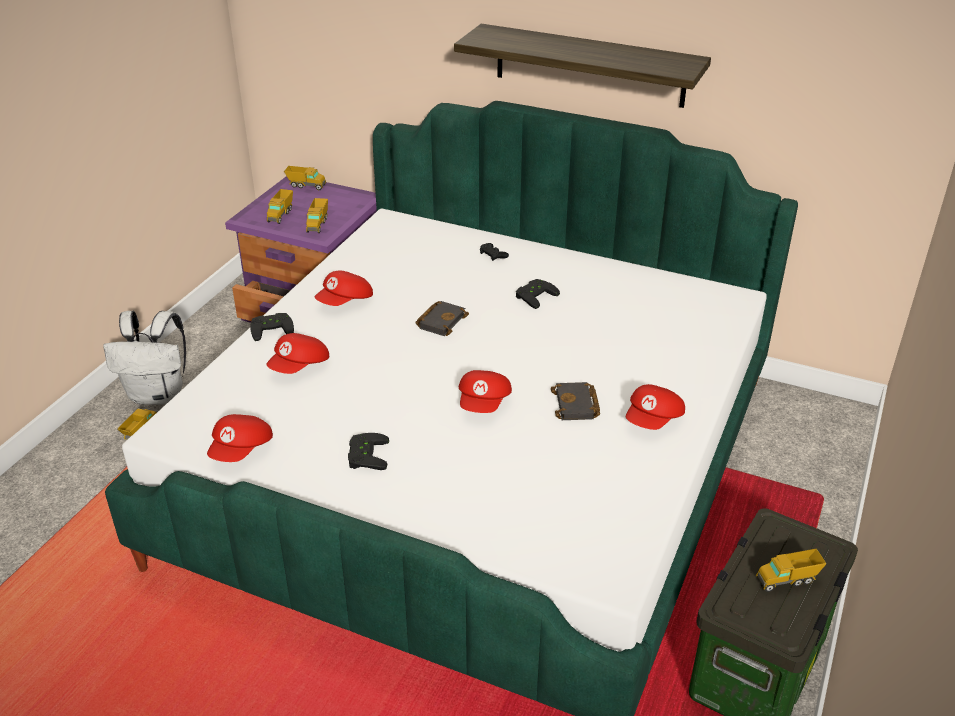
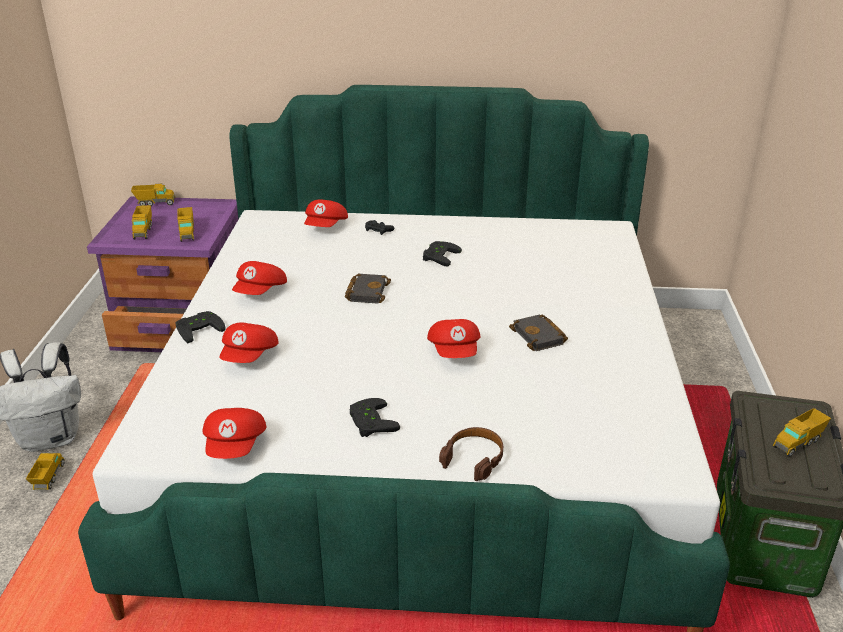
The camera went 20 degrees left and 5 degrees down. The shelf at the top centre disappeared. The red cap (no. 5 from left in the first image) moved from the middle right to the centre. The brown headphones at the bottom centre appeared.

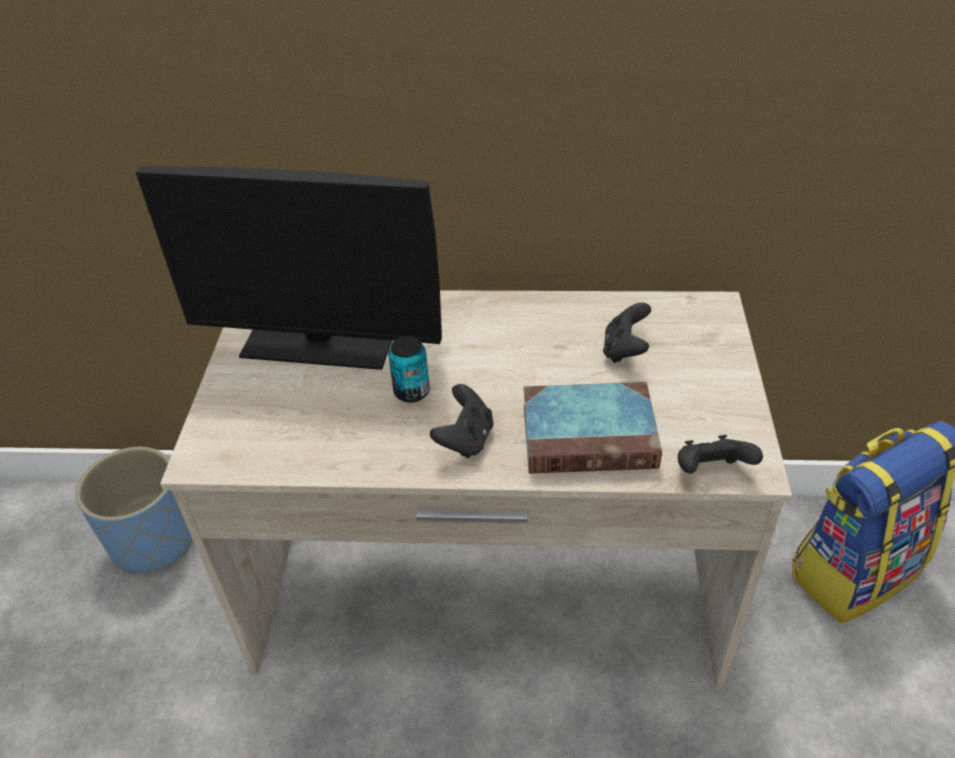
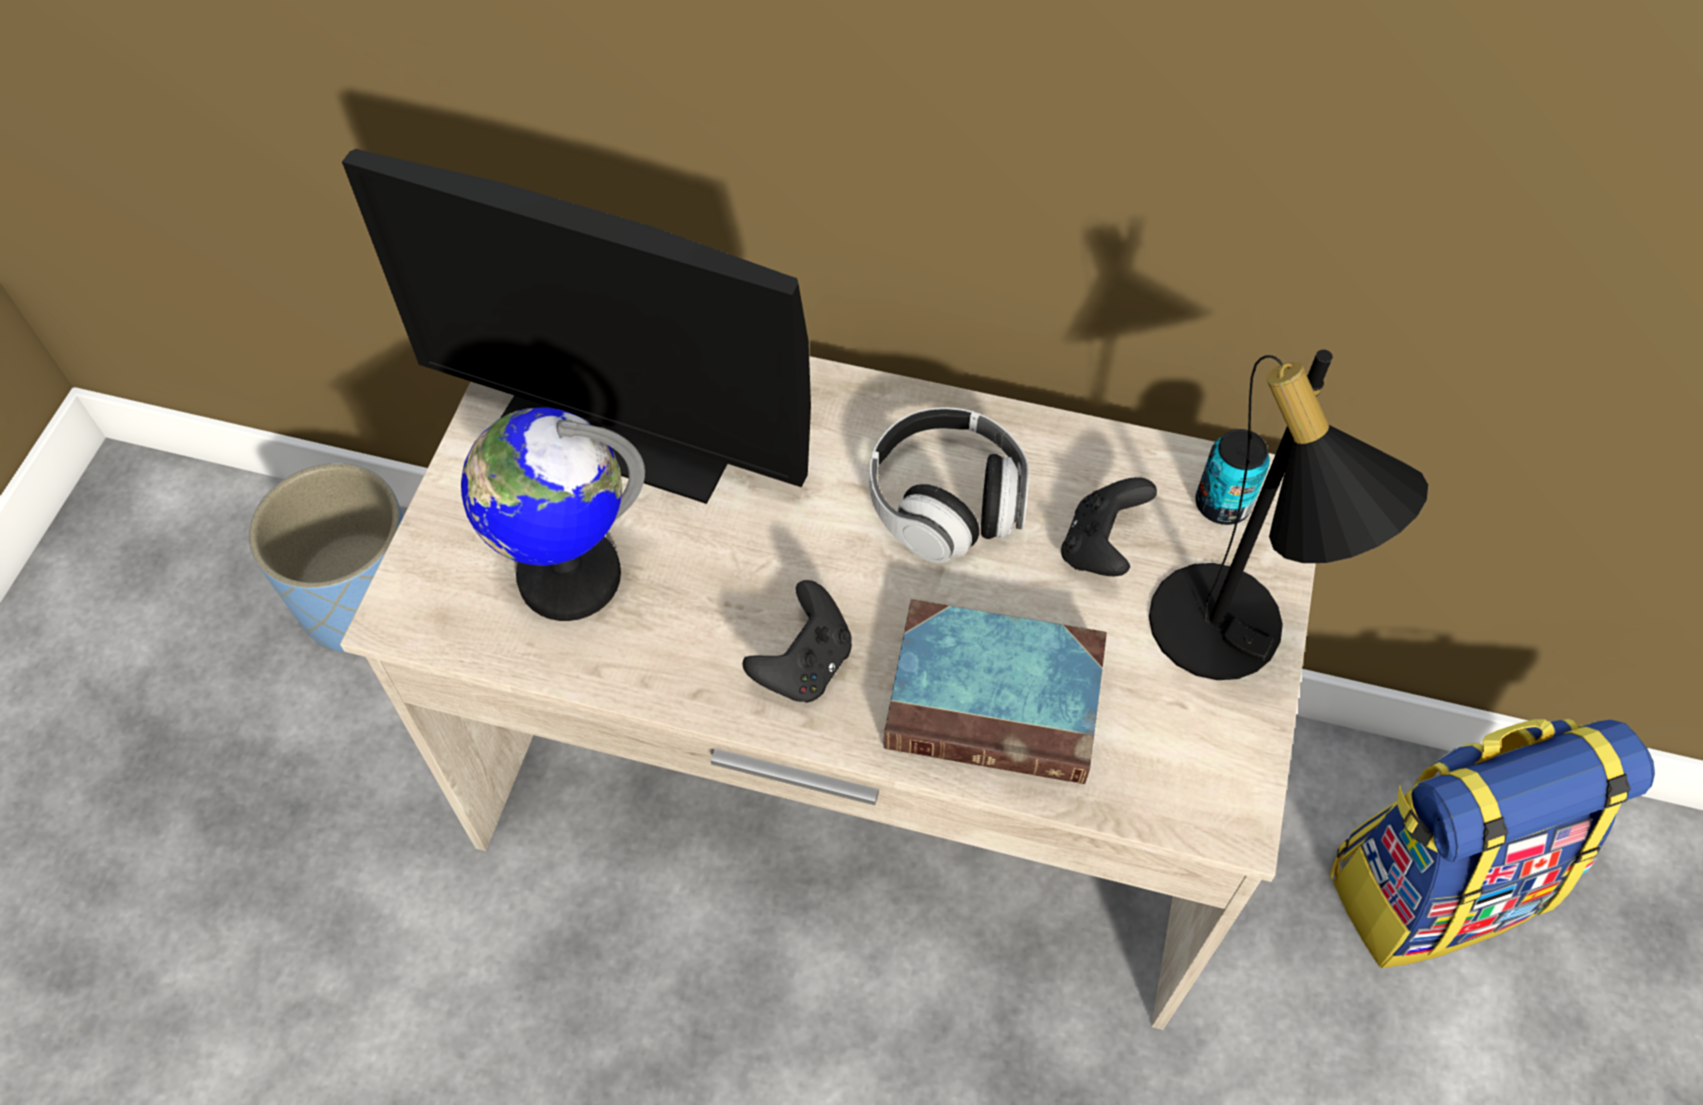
The camera went 10 degrees right and 15 degrees up. The can moved from the centre to the middle right. The black game controller (no. 3 from left) at the middle right disappeared. The black table lamp at the middle right appeared. The globe at the middle left appeared. The headphones at the centre appeared.

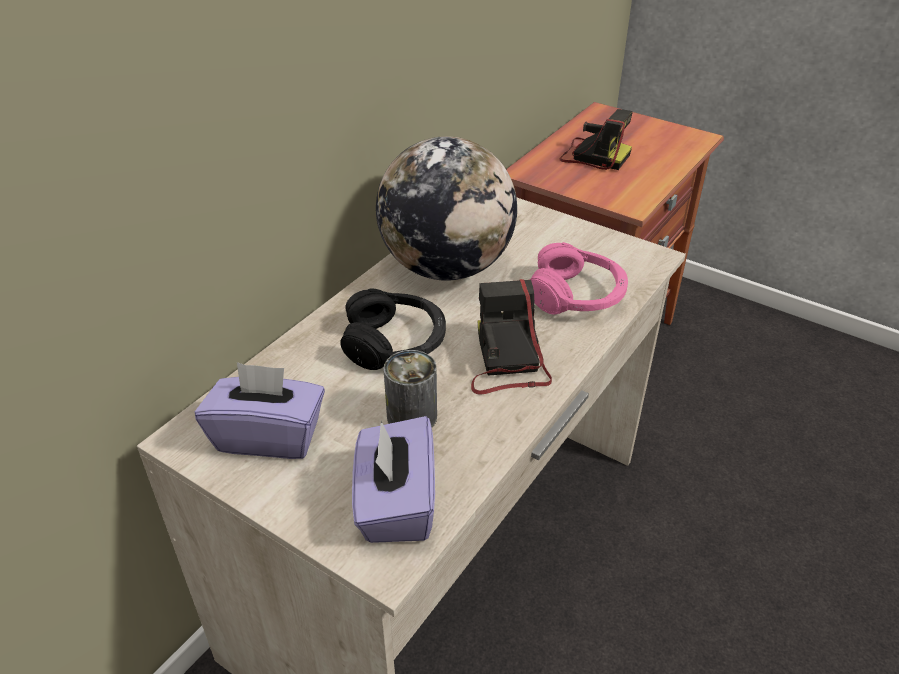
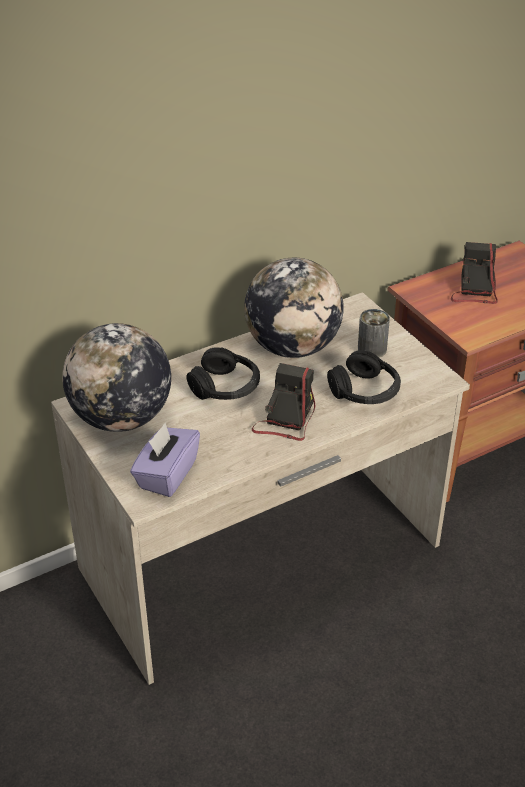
The camera went 25 degrees right and 0 degrees up. The photo camera (no. 2 from left) at the top centre turned 135 degrees counterclockwise. The pink headphones at the centre became the black headphones (no. 2 from left) at the middle right. The can moved from the centre to the middle right. The purple tissue box (no. 1 from left) at the middle left was replaced by the globe (no. 1 from left) at the middle left.

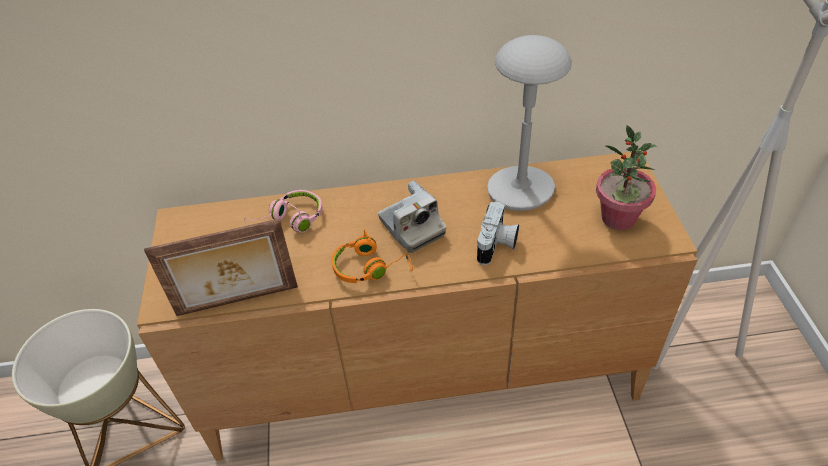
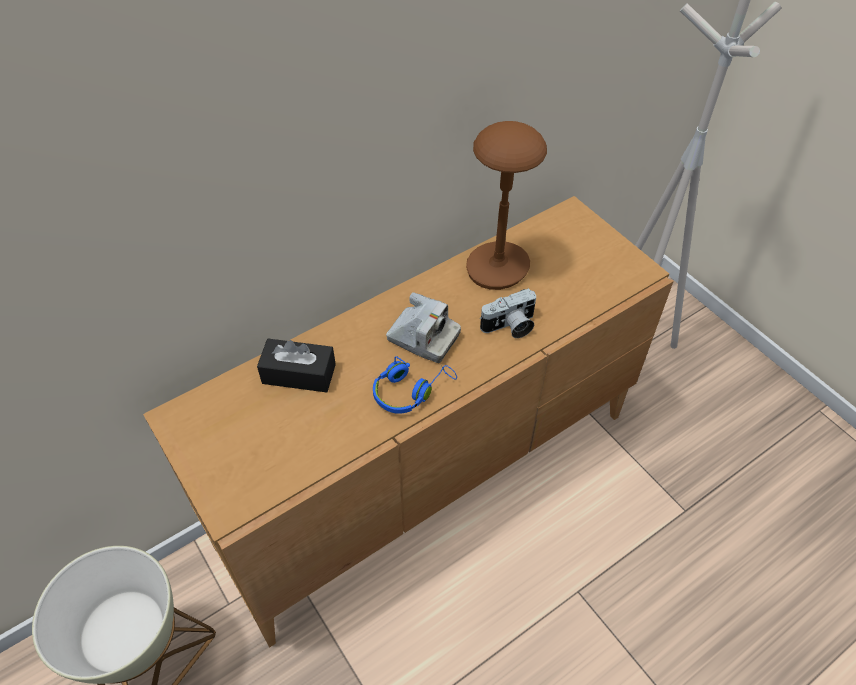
The camera went 30 degrees left and 5 degrees up. The grey table lamp at the top centre became the brown table lamp at the top centre. The potted plant at the middle right disappeared. The pink headphones at the centre was replaced by the black tissue box at the centre. The photo camera (no. 2 from left) at the centre turned 75 degrees clockwise. The picture frame at the middle left disappeared. The orange headphones at the centre became the blue headphones at the centre.

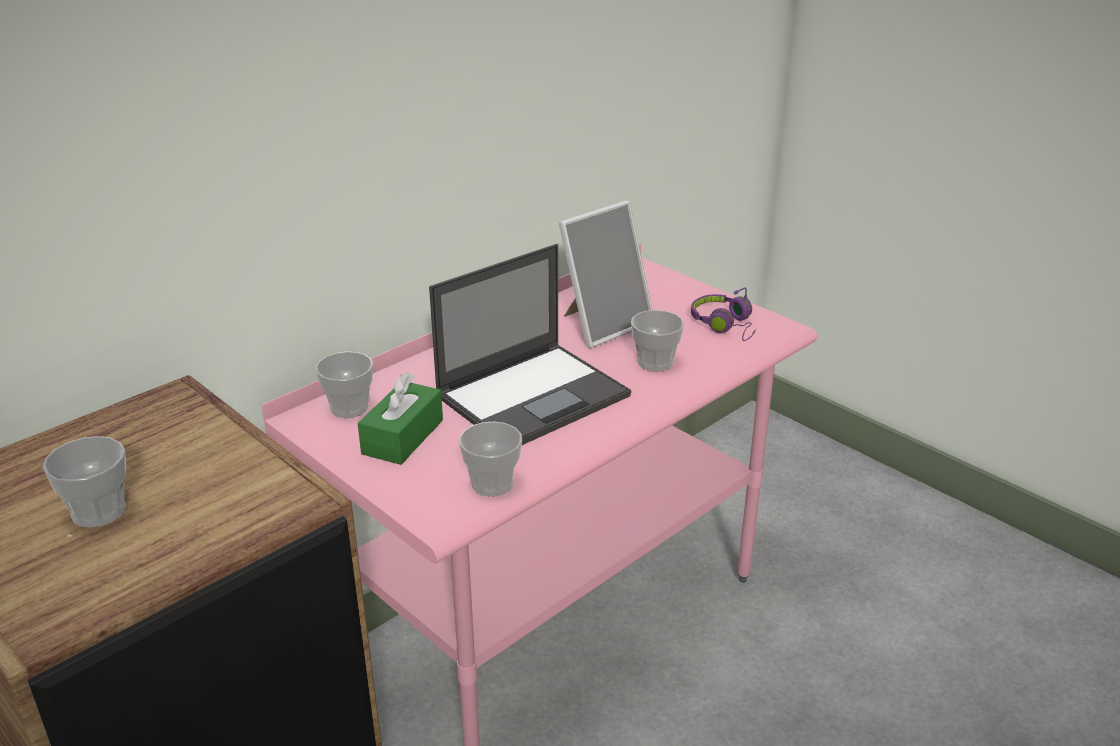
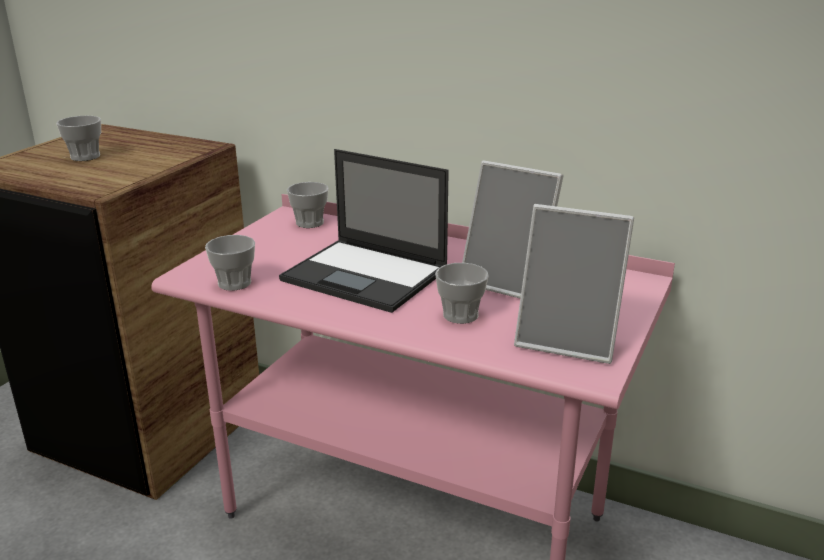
The camera went 70 degrees right and 5 degrees down. The purple headphones at the centre was replaced by the picture frame (no. 2 from left) at the middle right. The green tissue box at the centre disappeared.

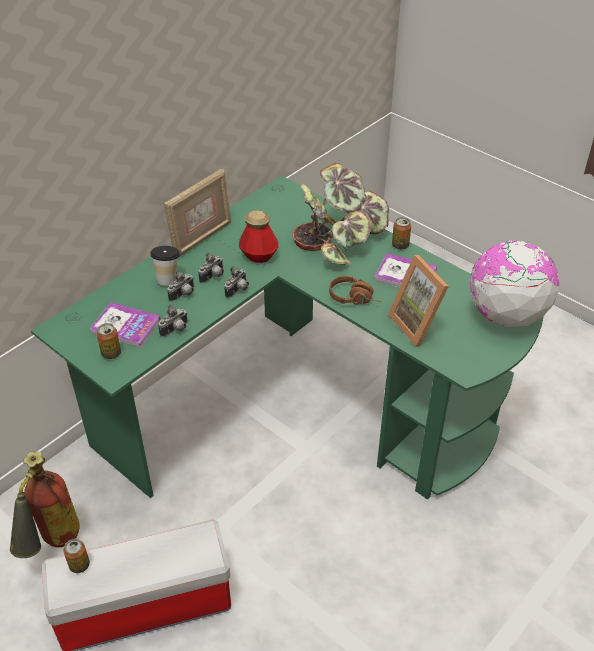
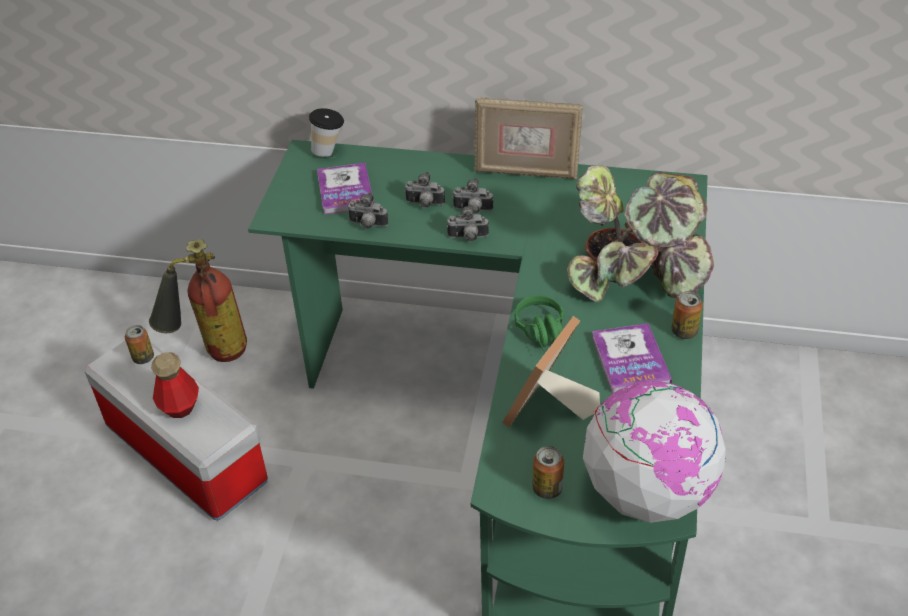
The camera went 60 degrees right and 0 degrees up. The bottle moved from the centre to the middle left. The cup moved from the middle left to the top centre. The brown headphones at the centre became the green headphones at the centre. The can (no. 2 from left) moved from the middle left to the bottom centre.

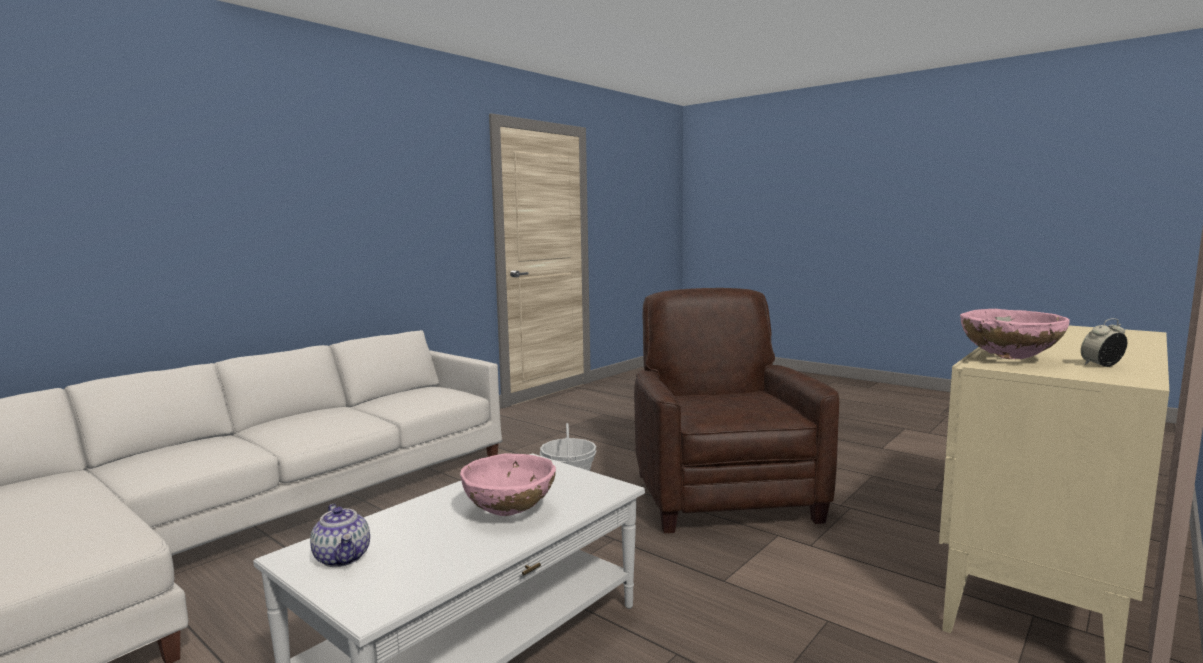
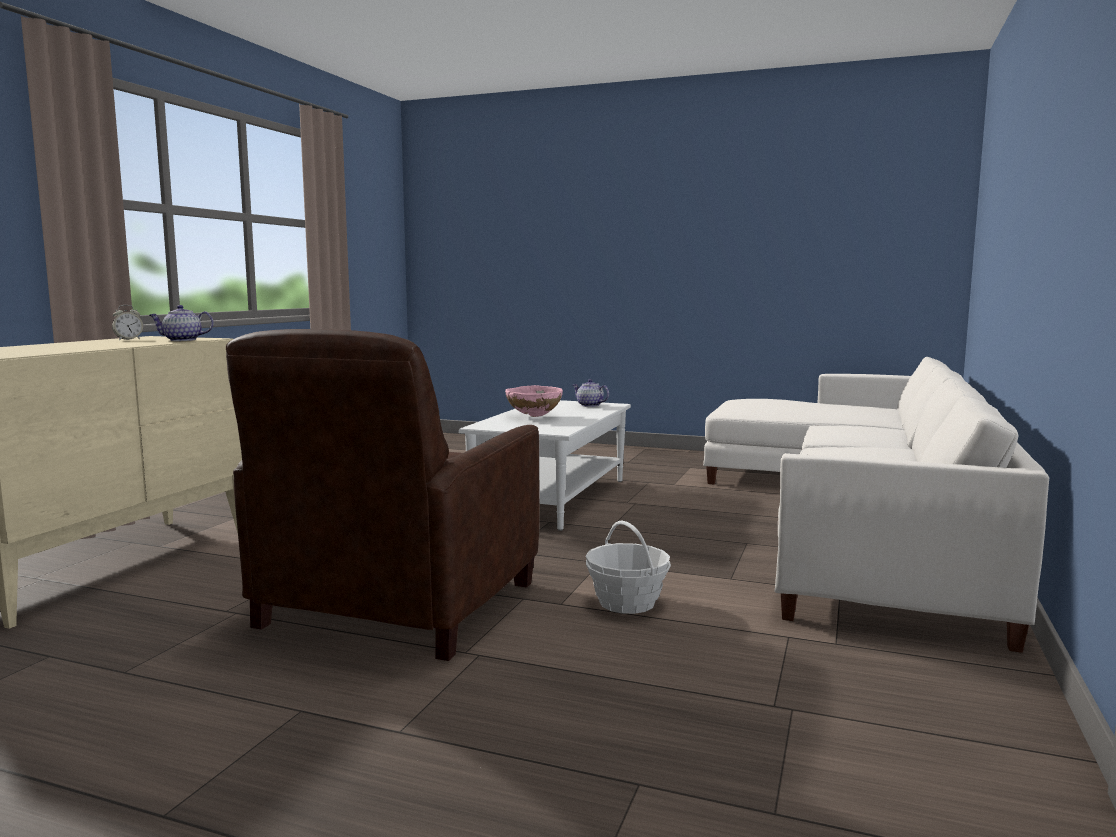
The camera went 160 degrees right and 0 degrees up. The brown armchair at the centre turned 45 degrees clockwise. The pink bowl (no. 2 from left) at the middle right was replaced by the teapot (no. 1 from left) at the middle left.

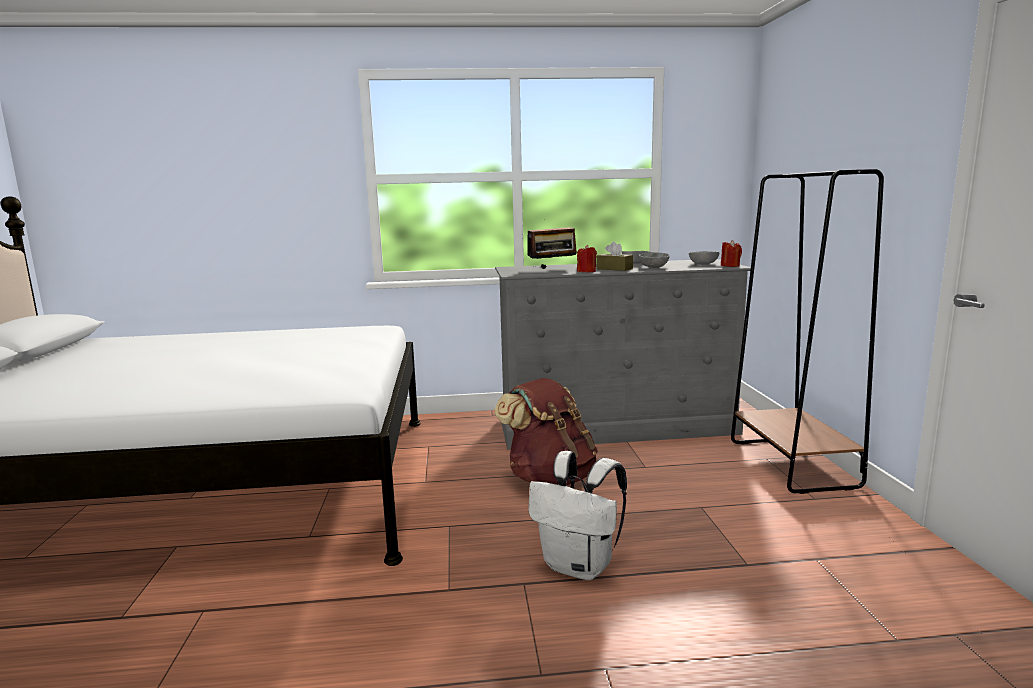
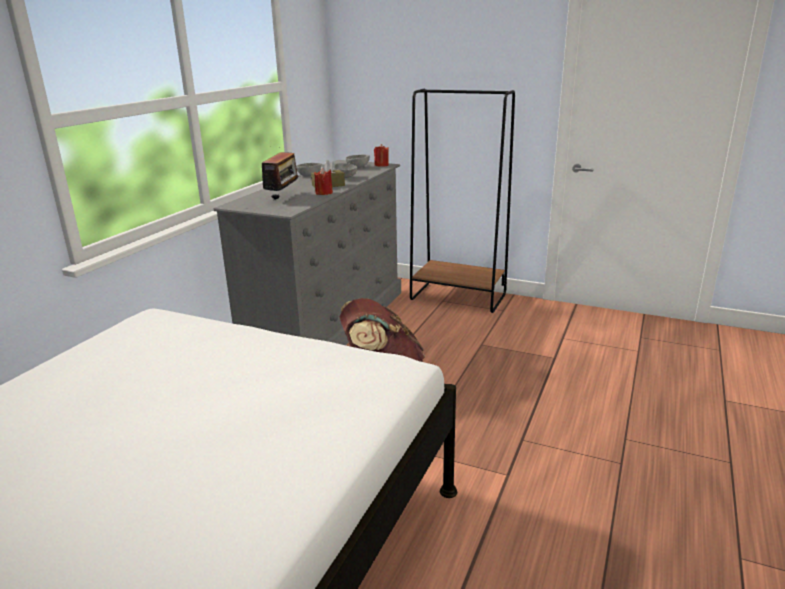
The camera went 60 degrees left and 10 degrees up. The white backpack at the bottom centre disappeared.

